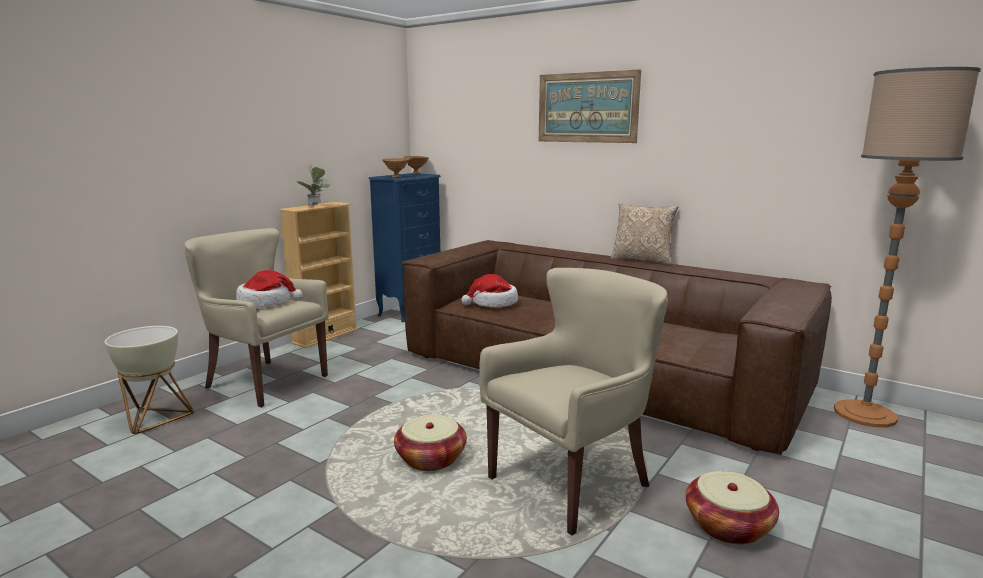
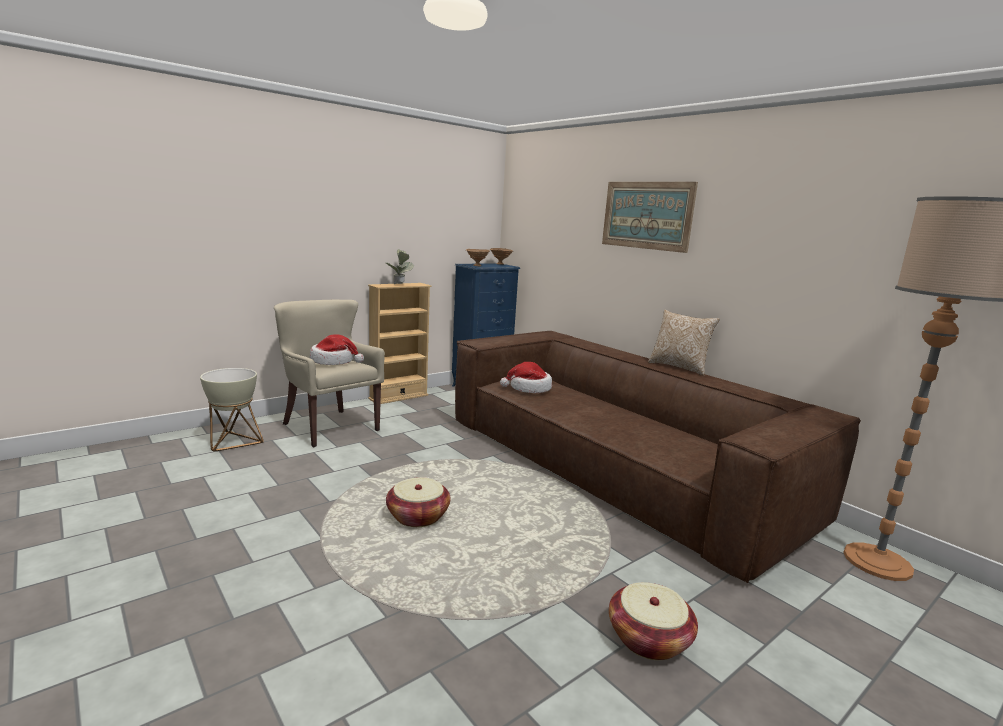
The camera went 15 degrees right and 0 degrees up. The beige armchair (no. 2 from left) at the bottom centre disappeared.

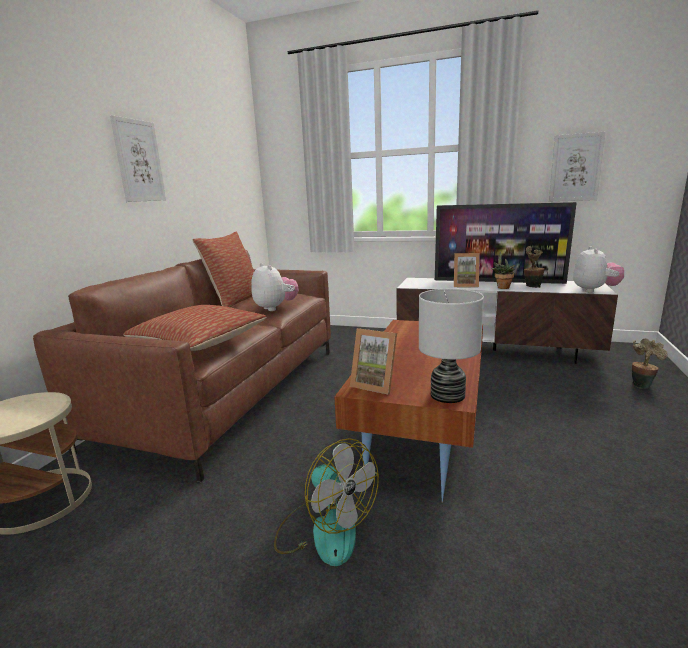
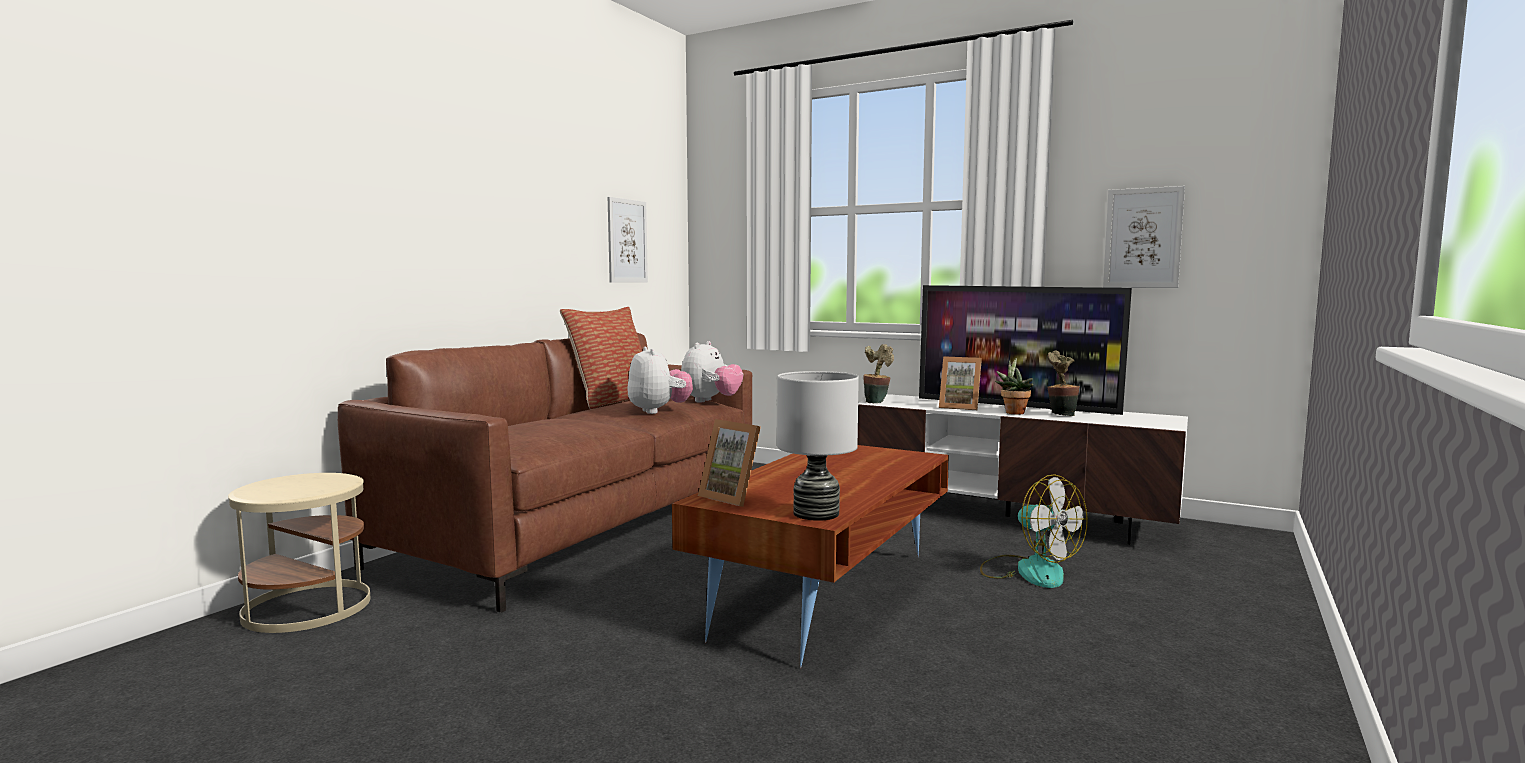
The camera went 10 degrees right and 10 degrees down. The picture (no. 1 from left) moved from the top left to the top centre. The plush toy (no. 2 from left) moved from the middle right to the centre. The pillow (no. 1 from left) at the middle left disappeared. The potted plant (no. 3 from left in the first image) moved from the middle right to the centre. The fan moved from the bottom centre to the bottom right.

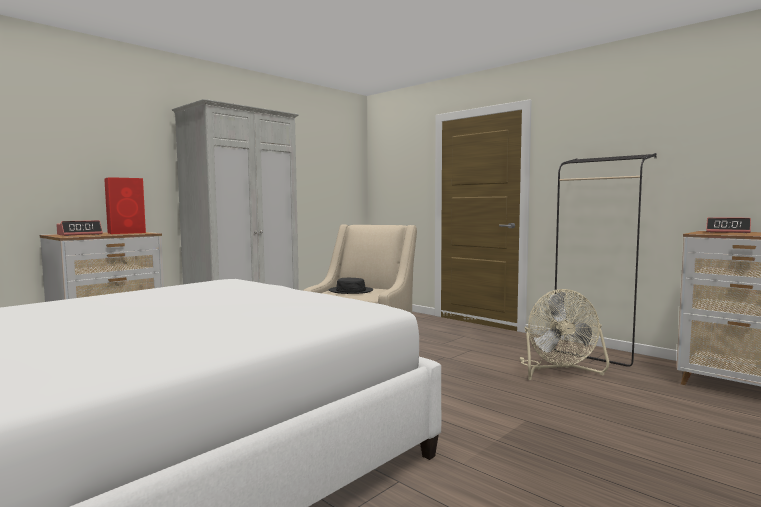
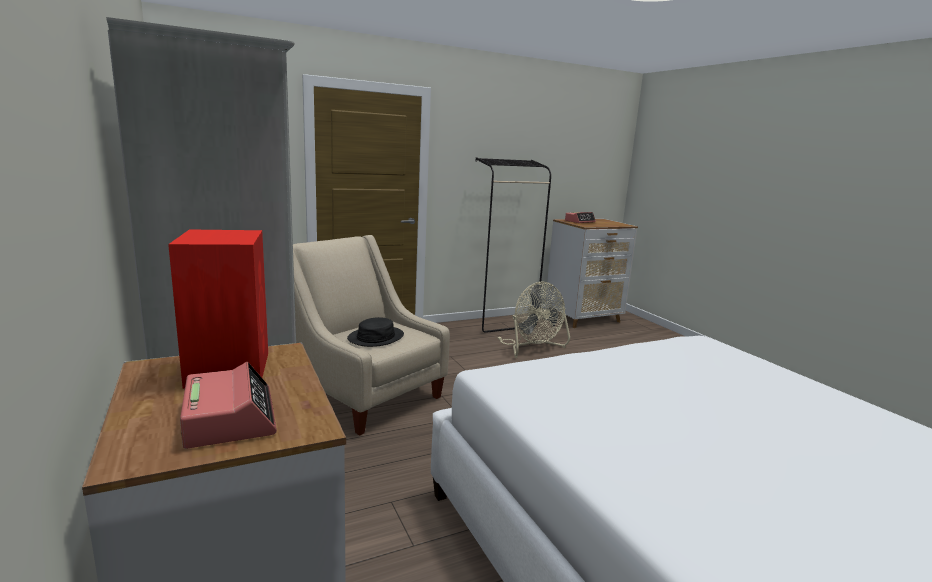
The camera went 70 degrees left and 10 degrees up. The beige fan at the middle right turned 45 degrees clockwise.

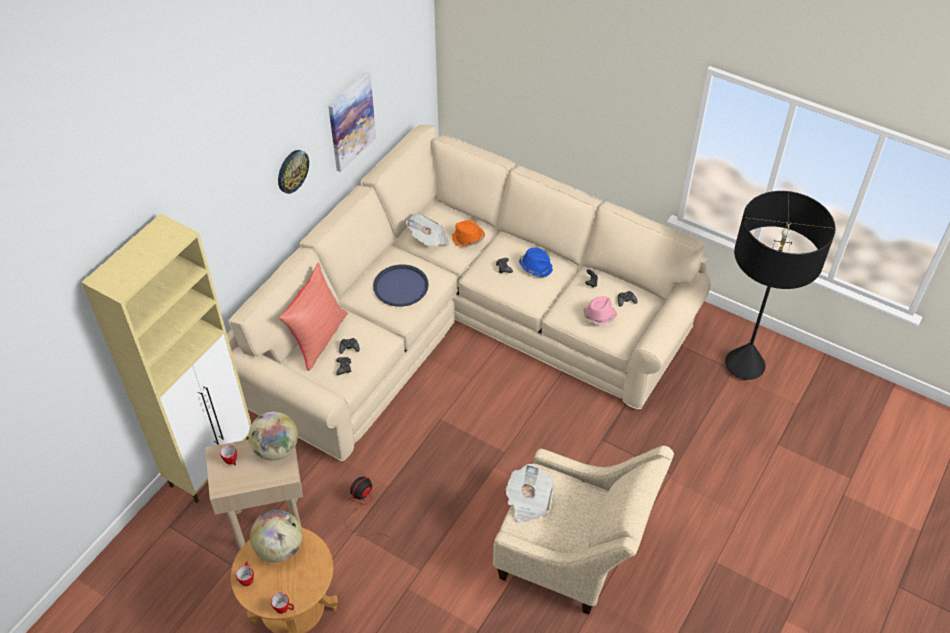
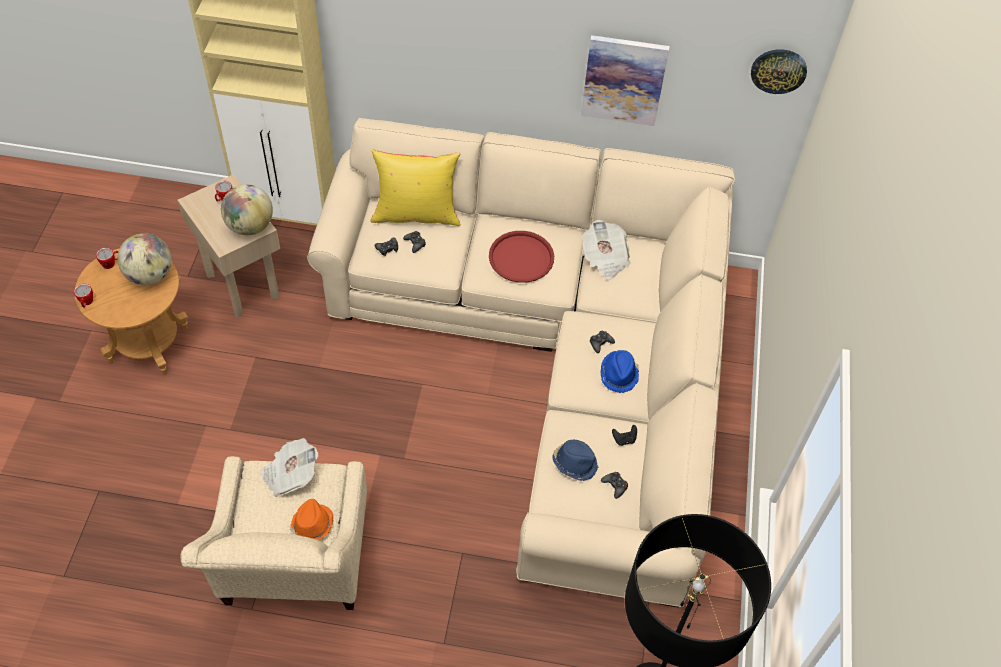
The camera went 65 degrees right and 5 degrees up. The wall clock moved from the top left to the top right. The orange hat moved from the centre to the bottom left. The red pillow at the middle left became the yellow pillow at the top centre. The blue tray at the centre became the red tray at the centre. The pink hat at the centre became the blue hat (no. 1 from left) at the bottom centre. The fan at the bottom centre disappeared.

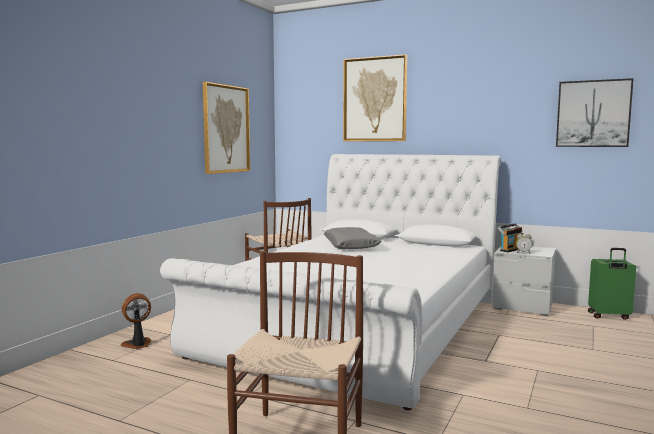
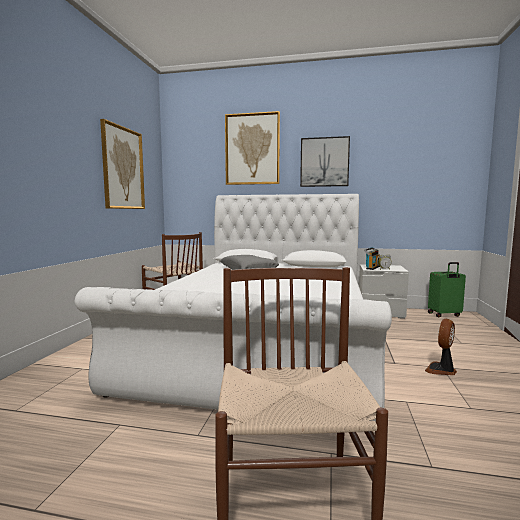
The camera went 15 degrees left and 0 degrees up. The picture (no. 3 from left) moved from the top right to the top centre. The fan moved from the bottom left to the bottom right.

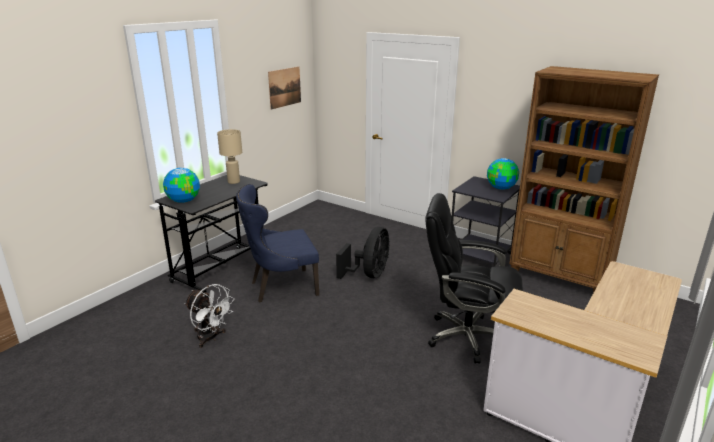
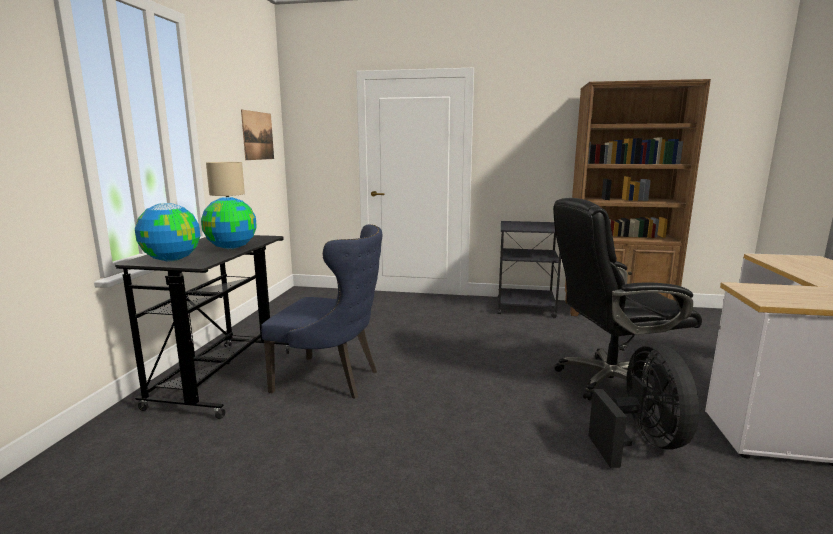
The camera went 25 degrees left and 10 degrees down. The globe (no. 2 from left) moved from the middle right to the middle left. The blue chair at the centre turned 120 degrees counterclockwise. The black fan moved from the centre to the bottom right. The white fan at the bottom left disappeared.

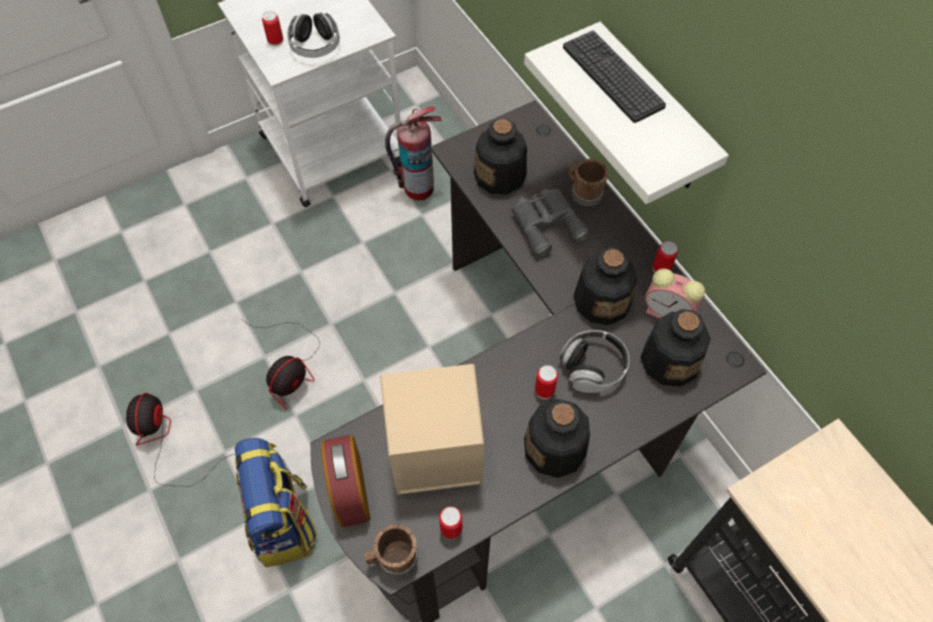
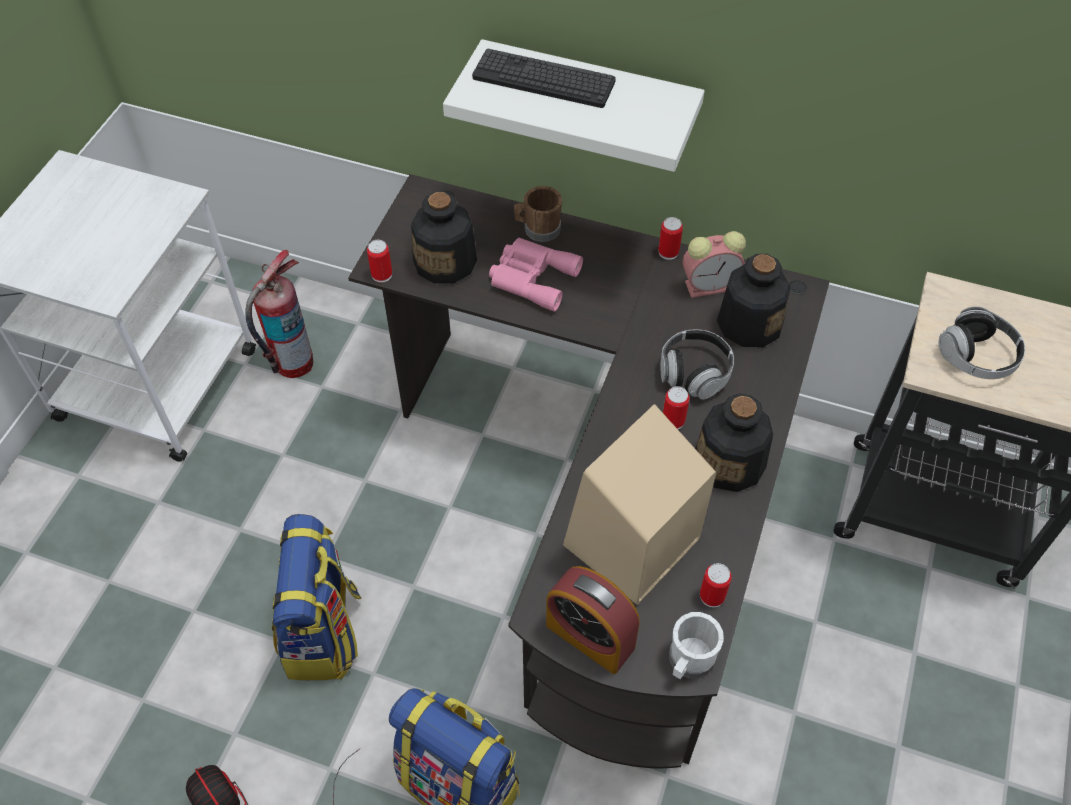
The camera went 40 degrees left and 5 degrees down. The can (no. 1 from left) moved from the top left to the top centre. The headphones (no. 1 from left in the first image) moved from the top centre to the middle right. The grey binoculars at the centre became the pink binoculars at the centre. The bottle (no. 3 from left) at the centre disappeared. The fan (no. 2 from left) at the middle left was replaced by the backpack (no. 1 from left) at the bottom left. The brown mug (no. 1 from left) at the bottom centre became the white mug at the bottom centre.

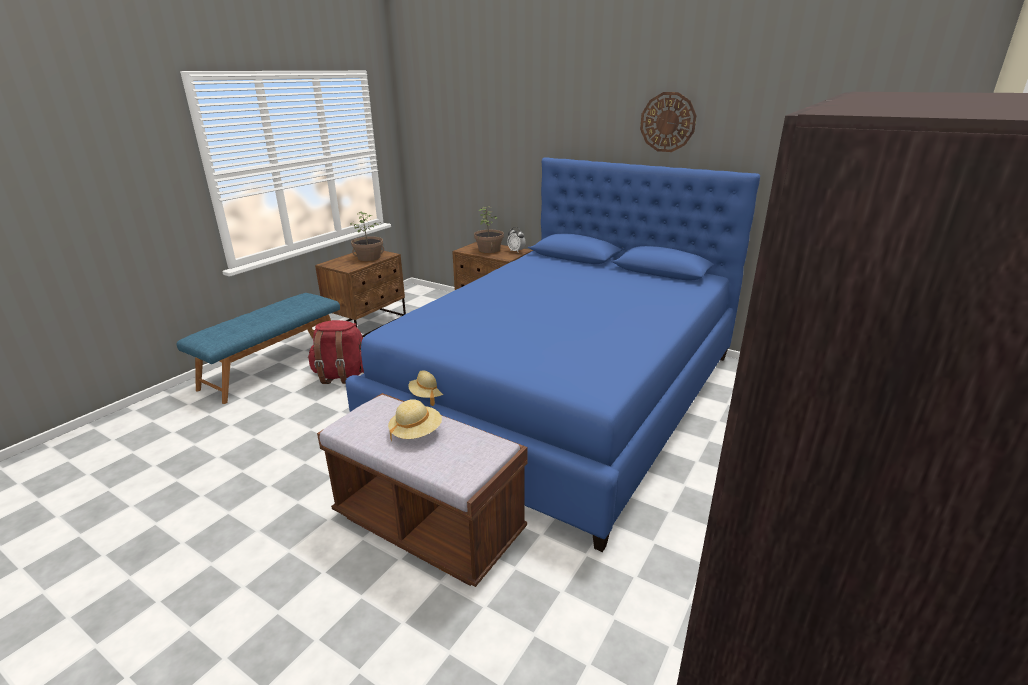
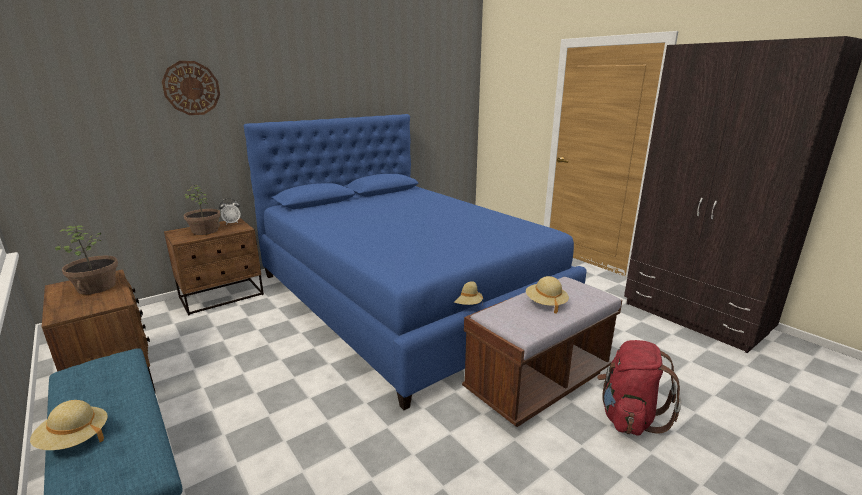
The camera went 70 degrees left and 5 degrees down. The wall clock moved from the top centre to the top left. The red backpack moved from the middle left to the bottom right. The beige hat (no. 1 from left) at the bottom left appeared.

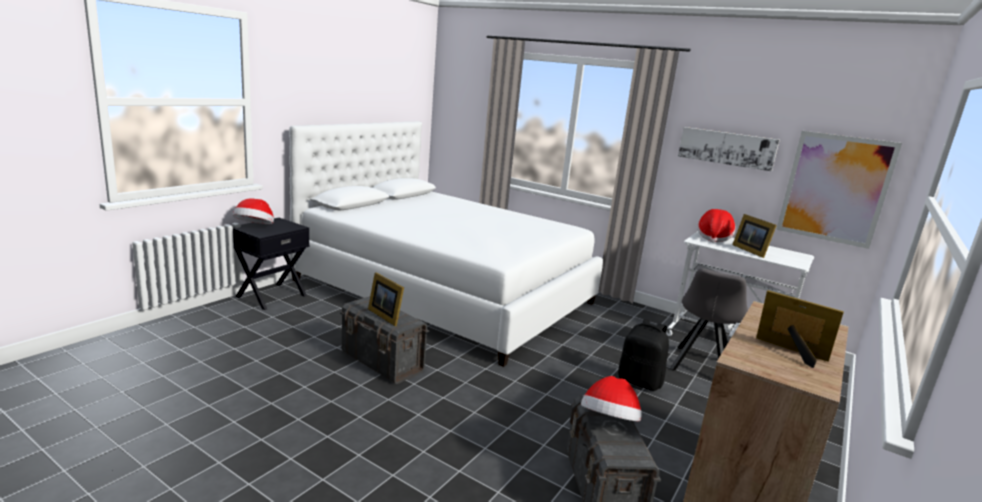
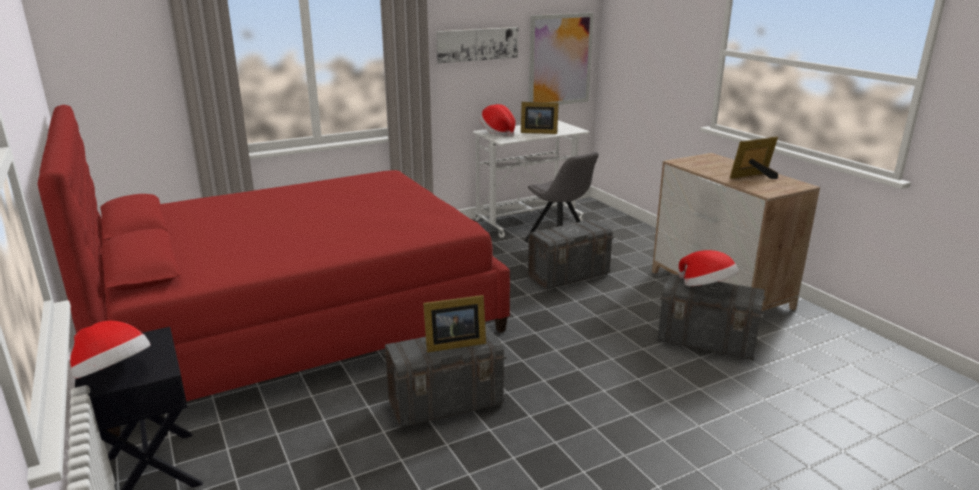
The camera went 60 degrees left and 5 degrees up. The white bed at the centre became the red bed at the middle left. The black backpack at the bottom centre was replaced by the grey storage box (no. 2 from left) at the centre.

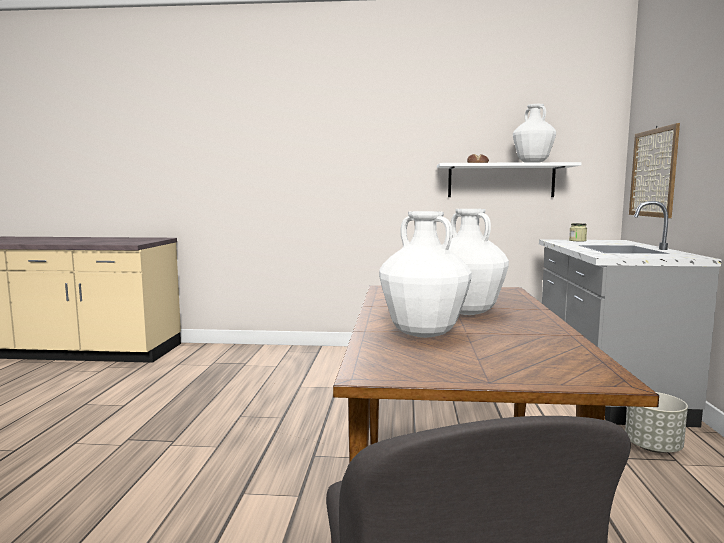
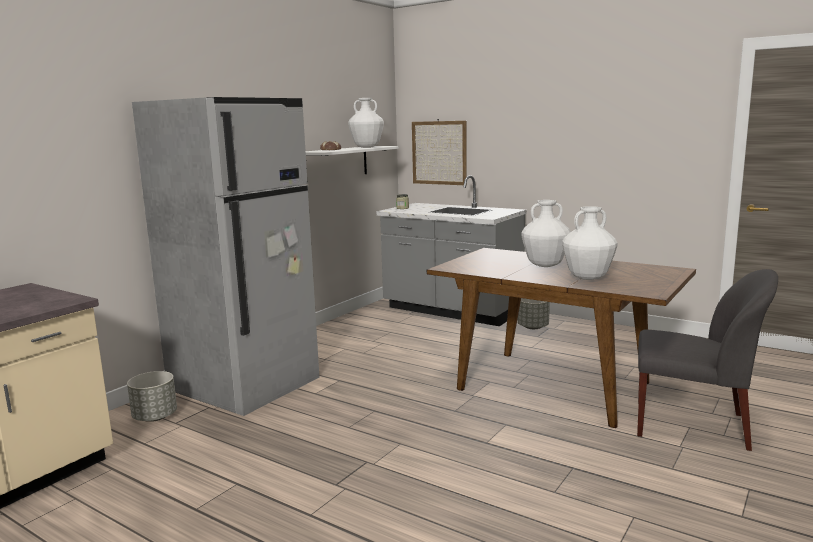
The camera went 60 degrees left and 5 degrees up. The grey fridge at the middle left appeared. The grey planter (no. 1 from left) at the bottom left appeared.

